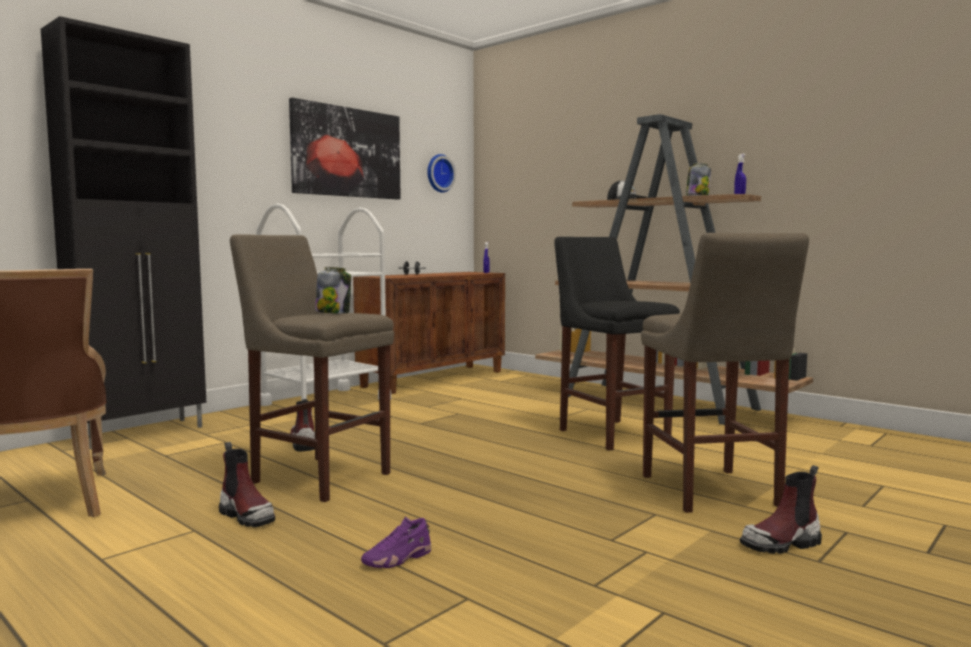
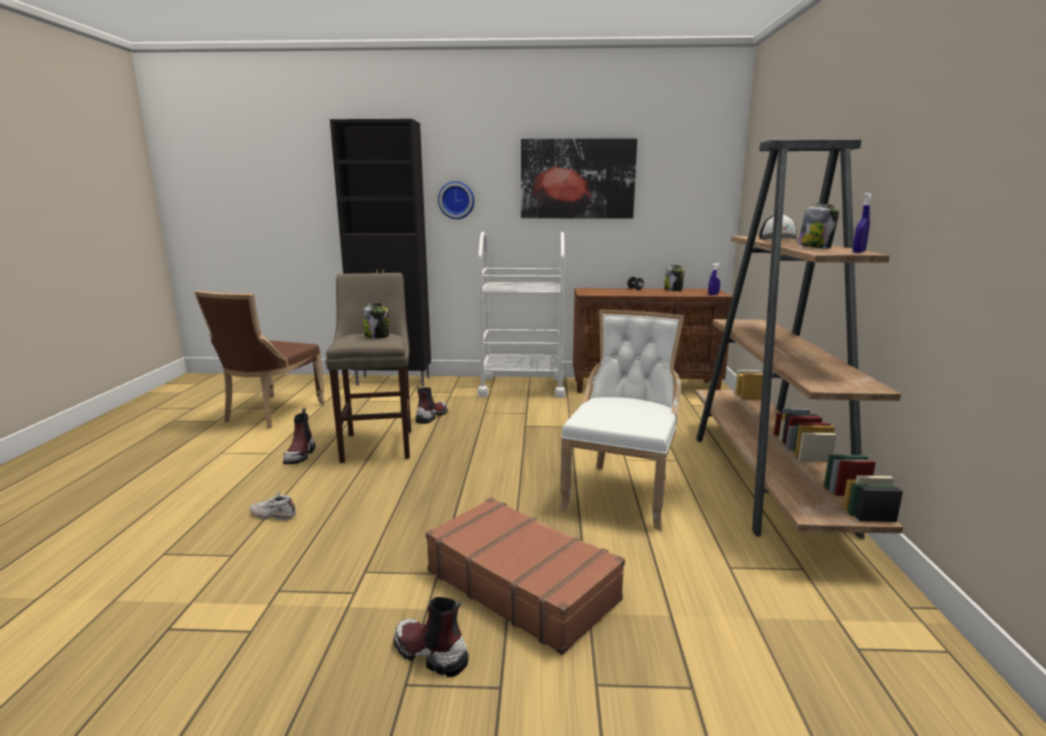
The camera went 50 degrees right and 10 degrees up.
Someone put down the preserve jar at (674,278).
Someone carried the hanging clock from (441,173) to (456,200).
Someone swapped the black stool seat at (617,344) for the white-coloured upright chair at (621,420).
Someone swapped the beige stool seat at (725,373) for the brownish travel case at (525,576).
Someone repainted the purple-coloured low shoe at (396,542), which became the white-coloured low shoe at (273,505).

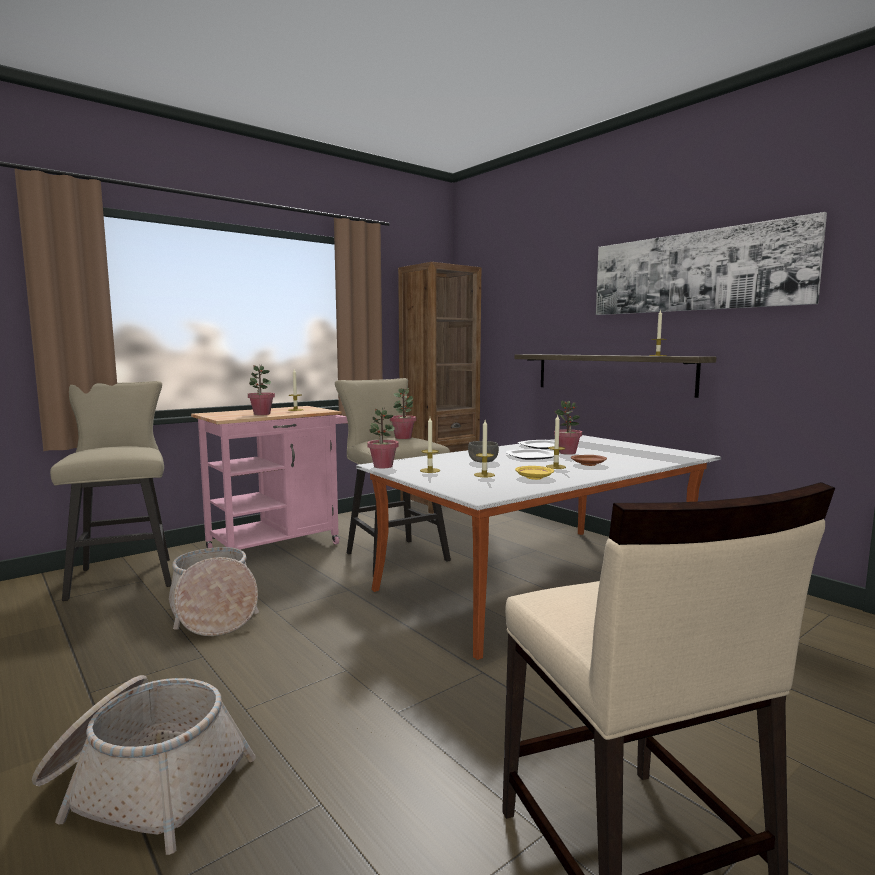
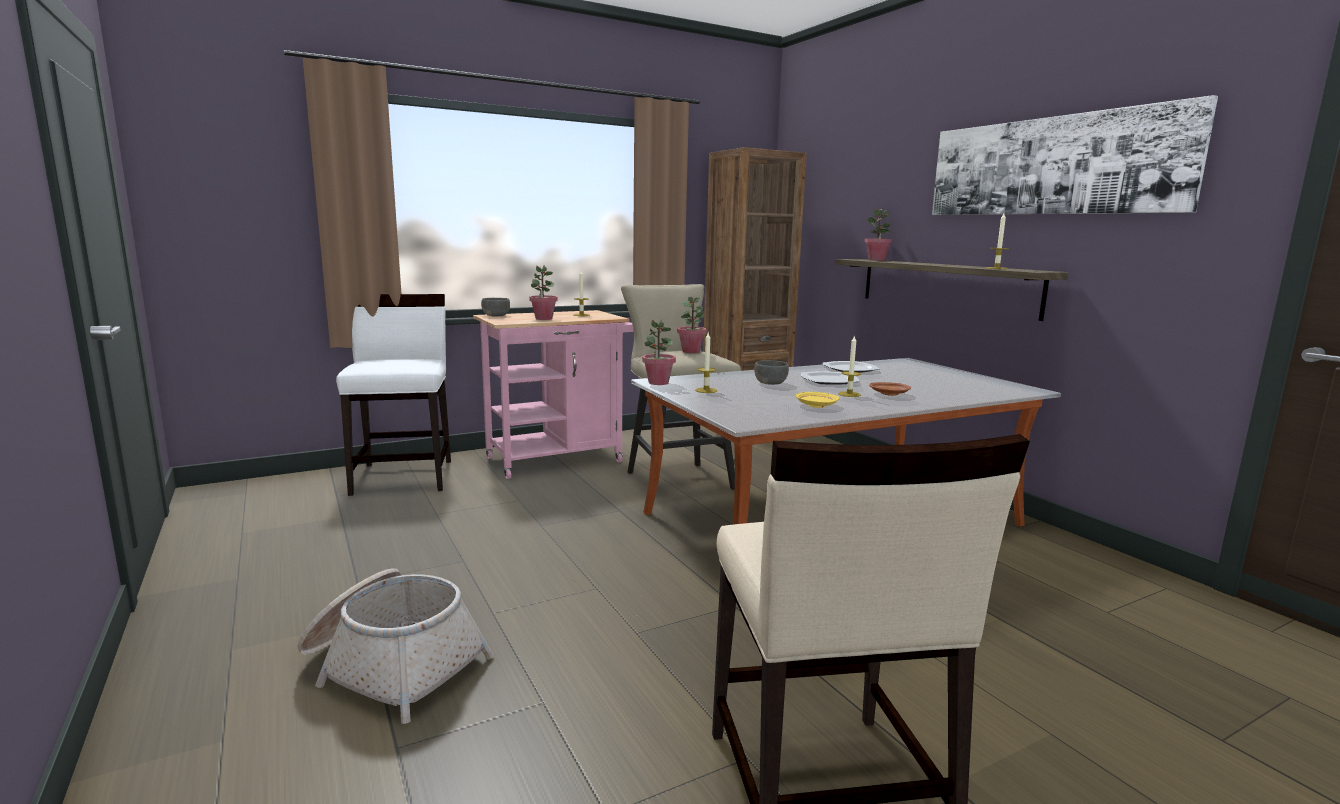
The camera went 10 degrees right and 5 degrees up.
Someone took away the basket at (214,591).
Someone took away the wax candle at (484,448).
Someone put down the grey serving bowl at (495,307).
Someone carried the plant in a pot from (568,428) to (878,235).
Someone swapped the beige stool seat at (111,491) for the white-coloured upright chair at (393,395).

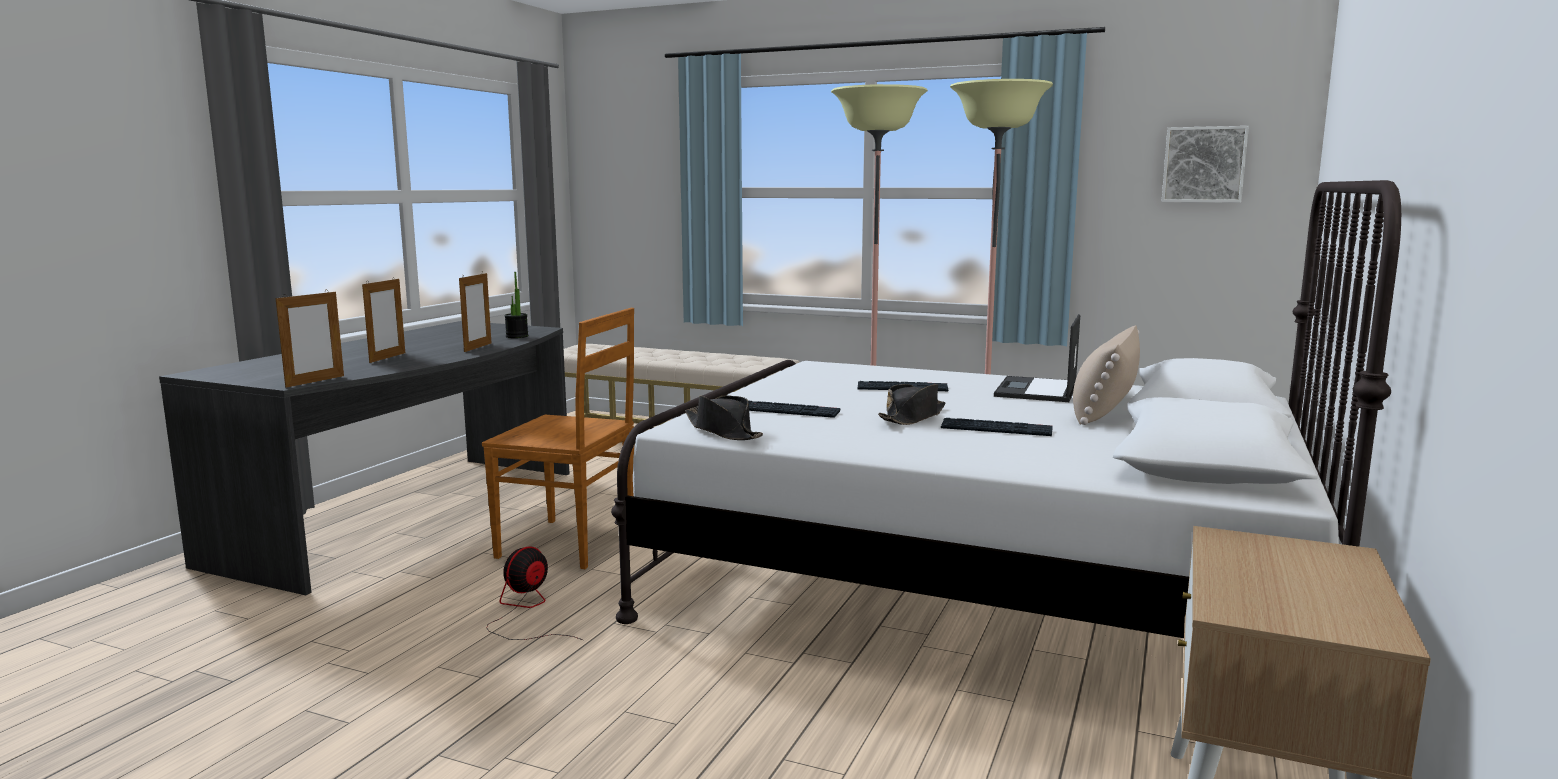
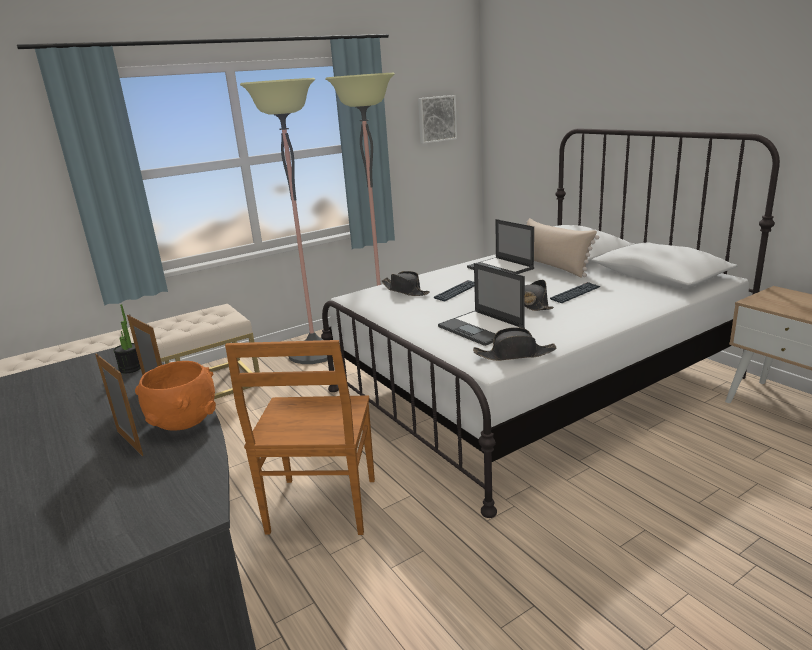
The camera went 55 degrees left and 10 degrees up.
Someone took away the picture frame at (310,340).
Someone took away the cooling fan at (535,593).
Someone put down the orange-coloured serving bowl at (175,396).
Someone put down the black wearable hat at (406,283).
Someone swapped the computer keyboard at (794,409) for the portable computer at (481,304).
Someone rotated the brownish upright chair at (558,438) by 135 degrees clockwise.

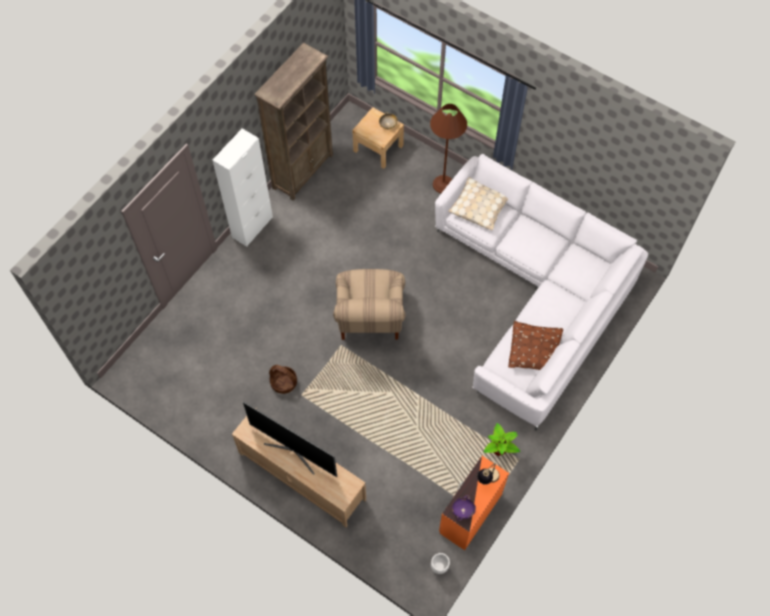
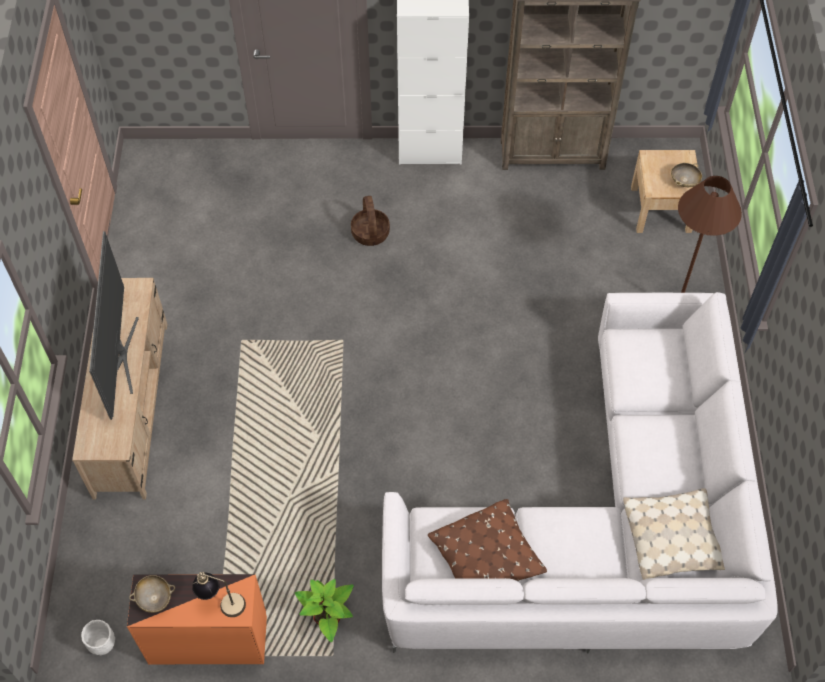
The camera went 55 degrees right and 5 degrees down.
Someone took away the beige armchair at (369,304).
Someone carried the basket from (283,379) to (370,221).
Someone carried the beige pillow from (478,203) to (674,534).
Someone repainted the purple-coloured serving bowl at (464,508), which became the beige serving bowl at (152,594).

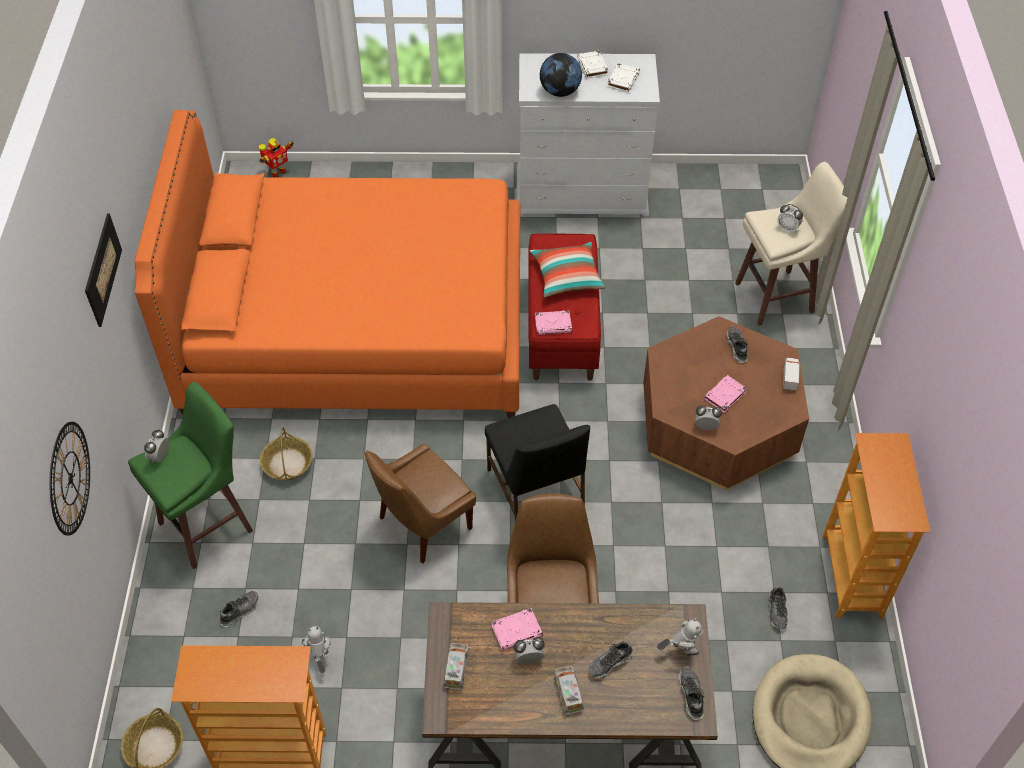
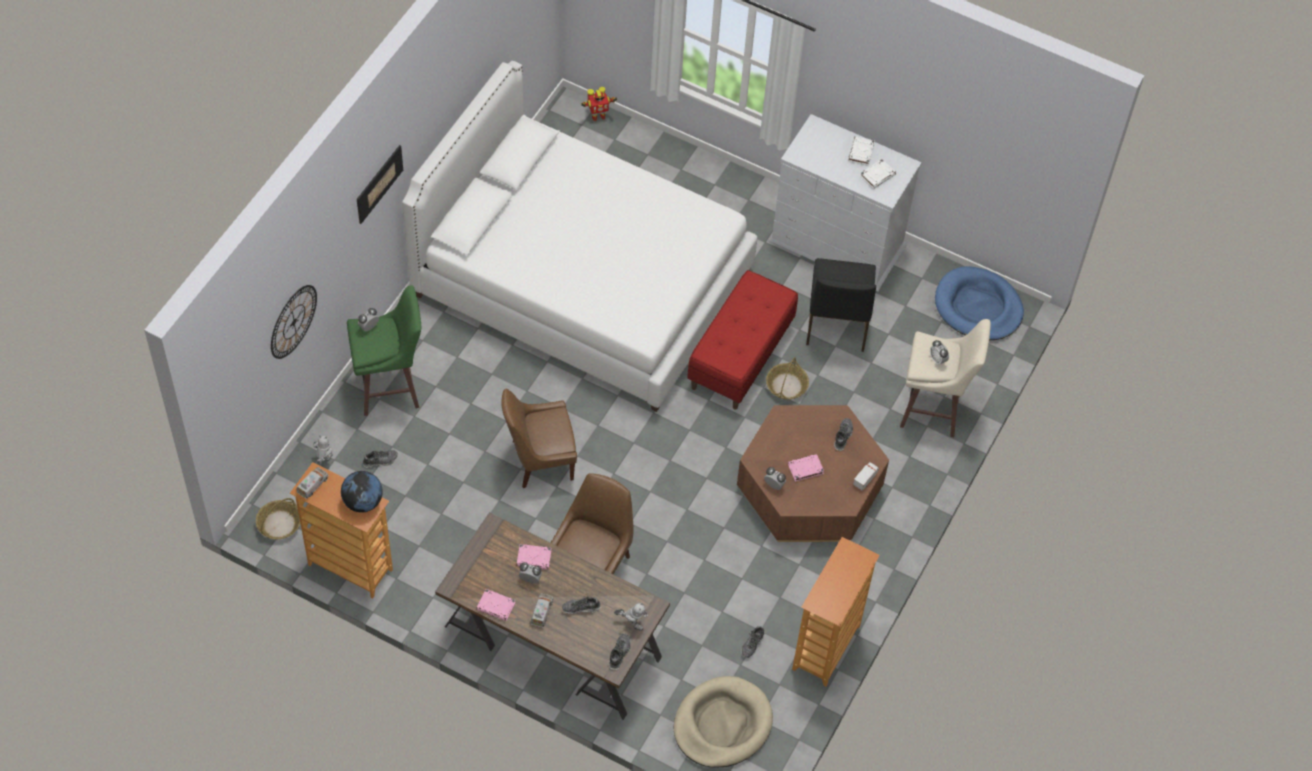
The camera went 25 degrees right and 5 degrees up.
Someone took away the pillow at (568,270).
Someone put down the blue-coloured dog cushion at (979,303).
Someone carried the basket from (286,453) to (787,378).
Someone carried the robot figure from (316,649) to (323,450).
Someone carried the model truck from (456,666) to (312,483).
Someone carried the black upright chair from (537,462) to (841,305).
Someone carried the pink-coloured bound book from (553,322) to (496,605).
Someone carried the desk globe from (561,75) to (362,492).
Someone repainted the orange-coloured bed at (327,264), which became the white-coloured bed at (580,236).

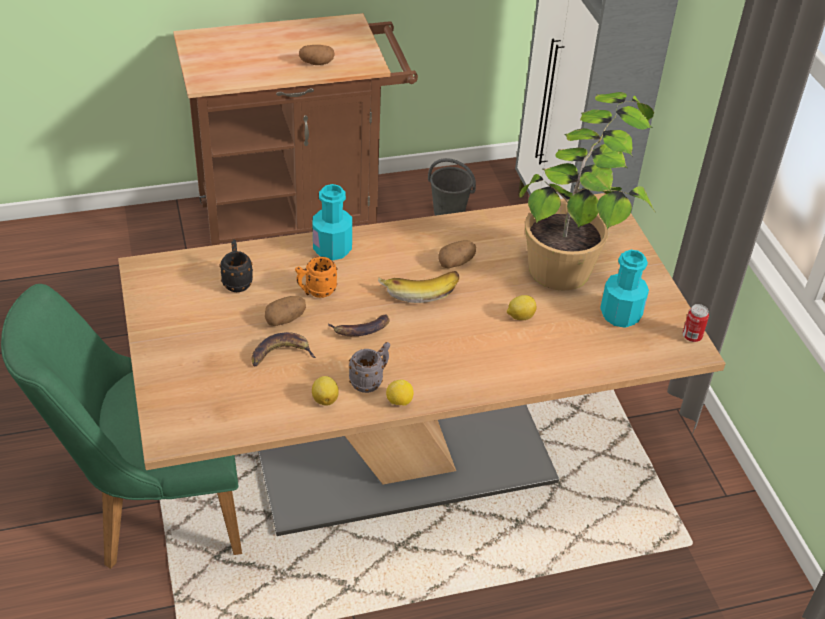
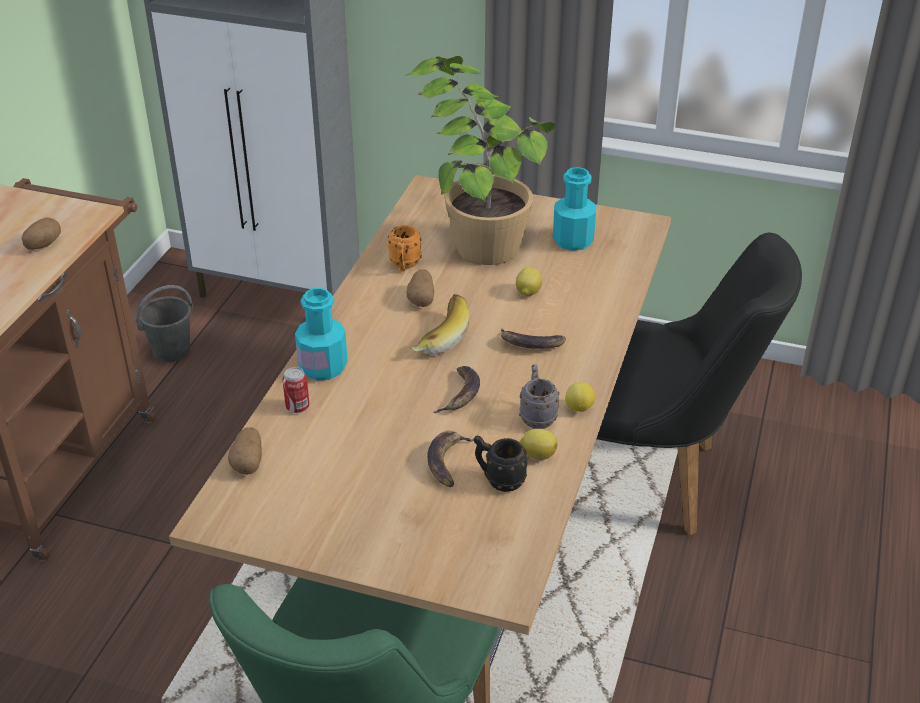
The camera went 55 degrees left and 5 degrees down.
Someone put down the whole banana at (533,338).
Someone put down the black upright chair at (699,384).
Someone carried the black tea mug from (236,266) to (501,464).
Someone carried the whole potato from (285,311) to (245,451).
Someone carried the orange-coloured tea mug from (316,277) to (405,248).
Someone carried the metal can from (695,323) to (295,390).

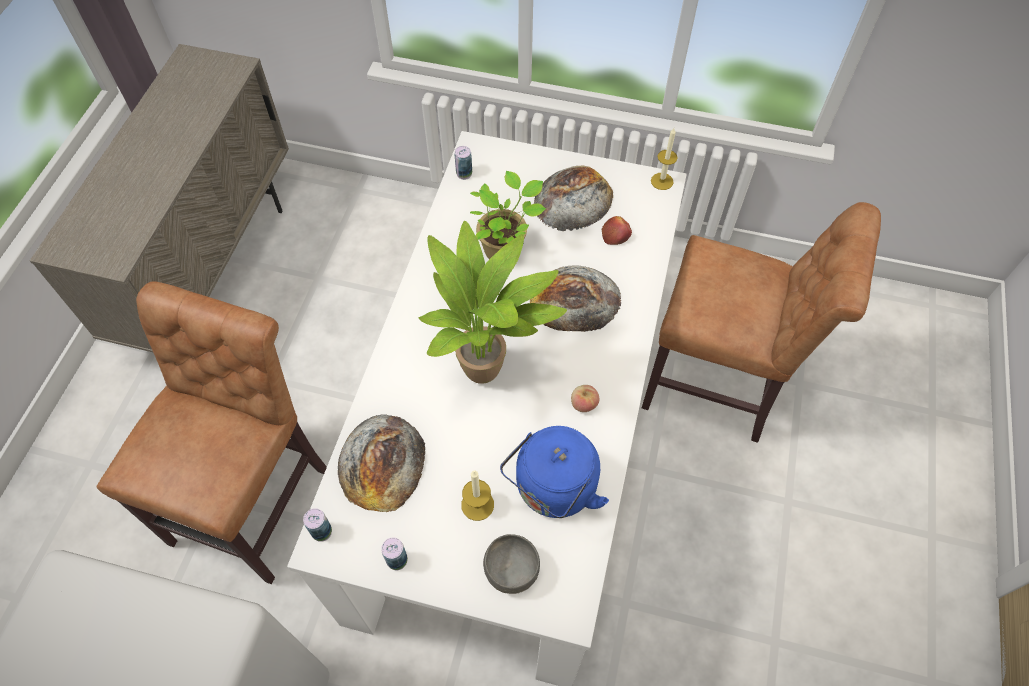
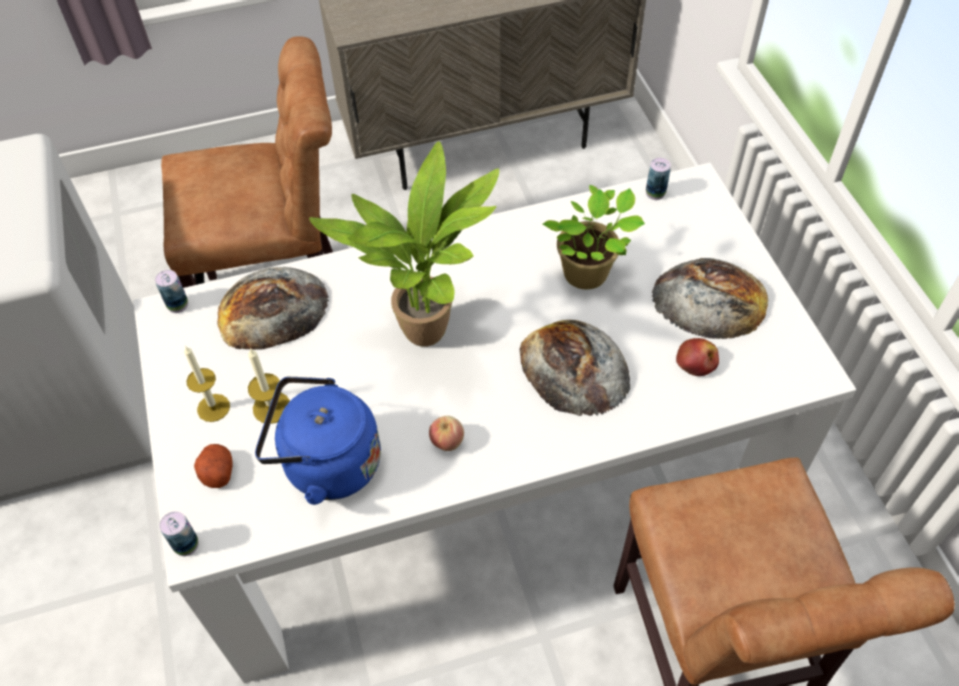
The camera went 60 degrees right and 5 degrees down.
Someone carried the metal can from (394,554) to (179,533).
Someone carried the wax candle from (664,159) to (207,384).
Someone swapped the grey serving bowl at (511,564) for the whole potato at (213,466).

